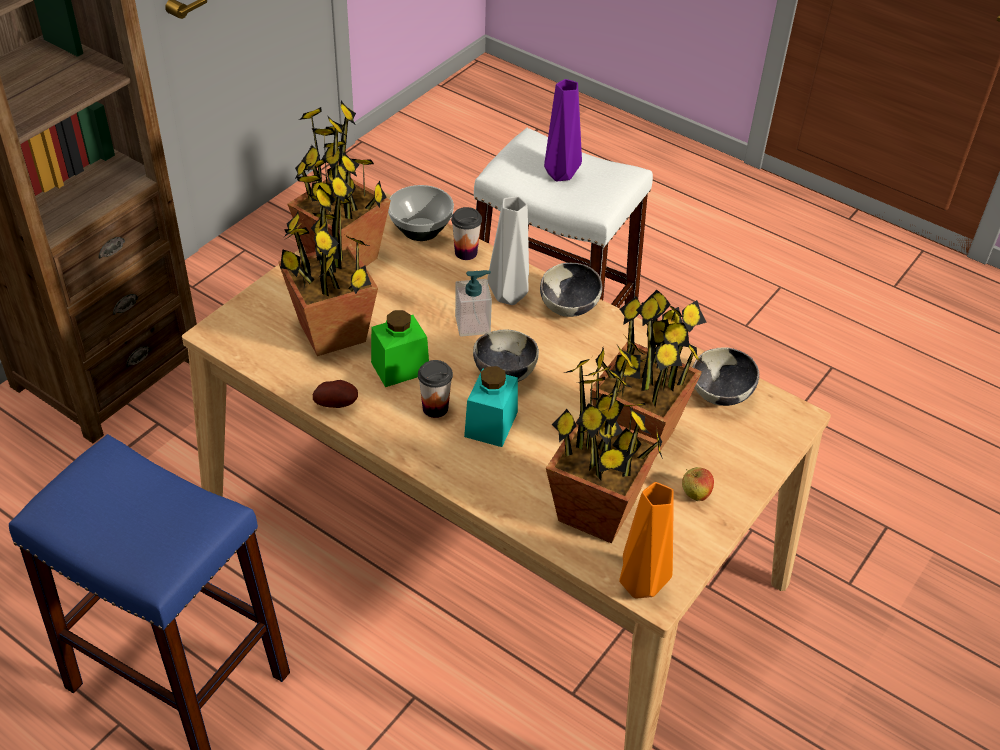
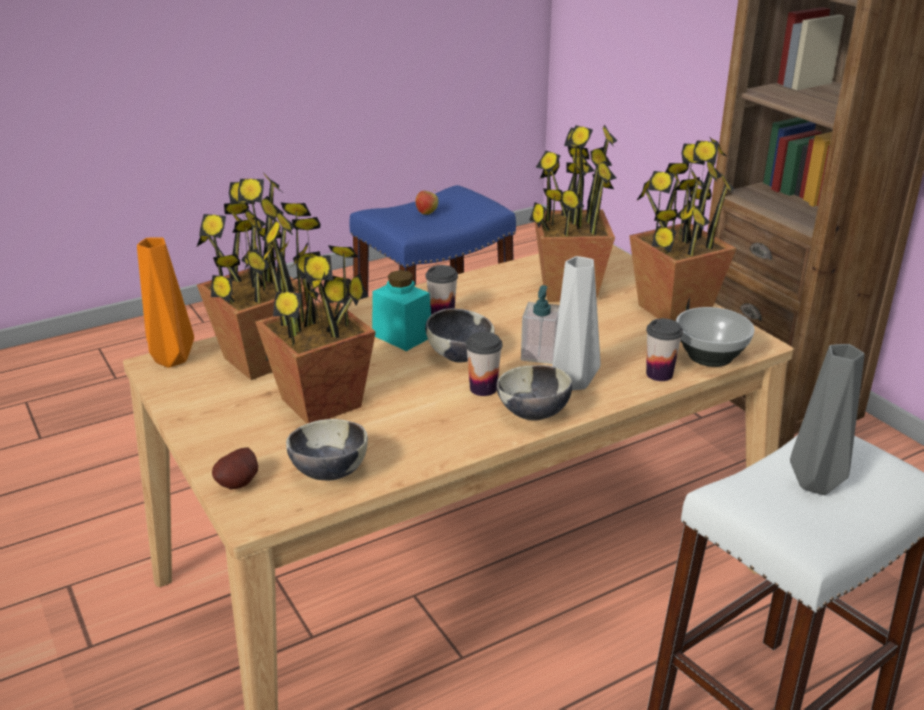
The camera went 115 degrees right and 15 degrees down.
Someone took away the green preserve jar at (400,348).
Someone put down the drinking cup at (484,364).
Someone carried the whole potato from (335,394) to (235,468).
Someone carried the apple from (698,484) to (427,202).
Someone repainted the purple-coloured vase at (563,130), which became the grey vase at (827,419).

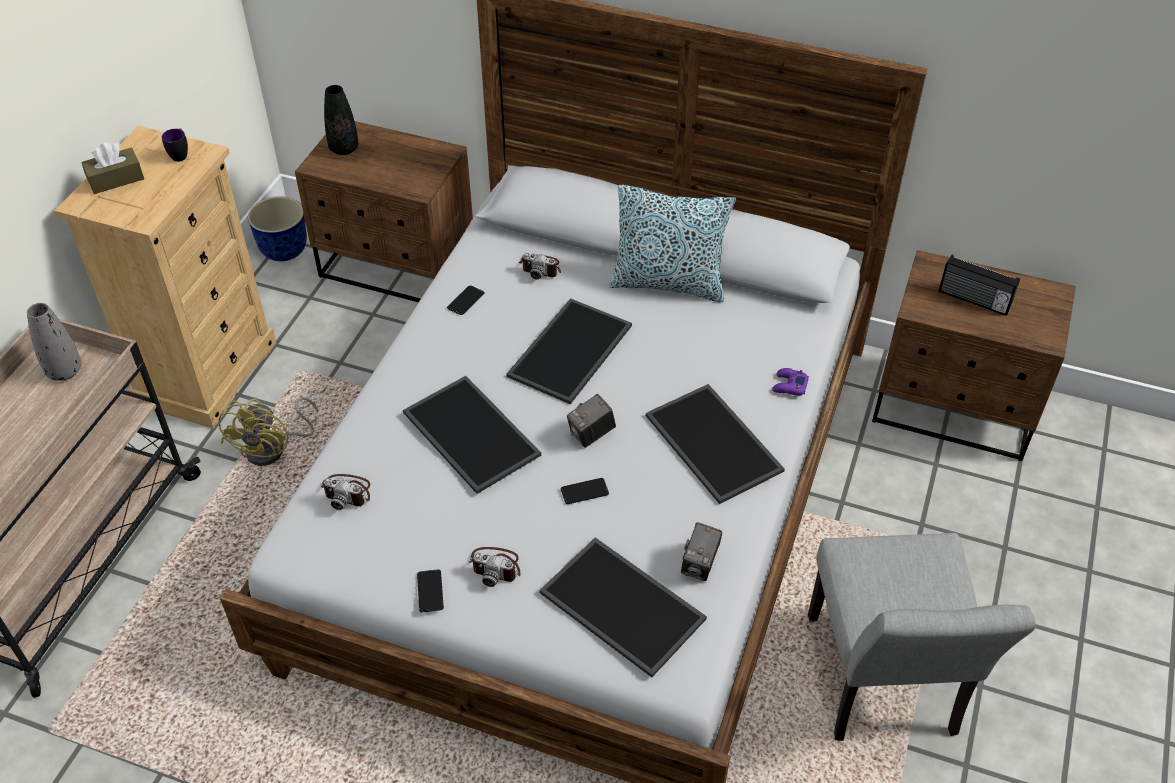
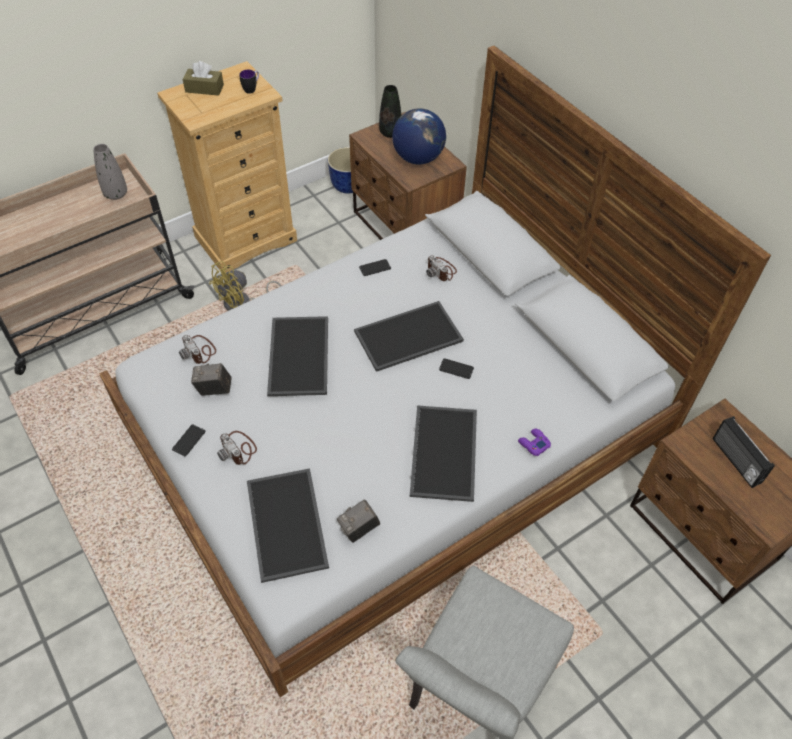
The camera went 35 degrees right and 5 degrees up.
Someone took away the pillow at (672,243).
Someone put down the desk globe at (419,136).
Someone carried the phone from (585,491) to (456,369).
Someone carried the photo camera from (591,421) to (211,379).

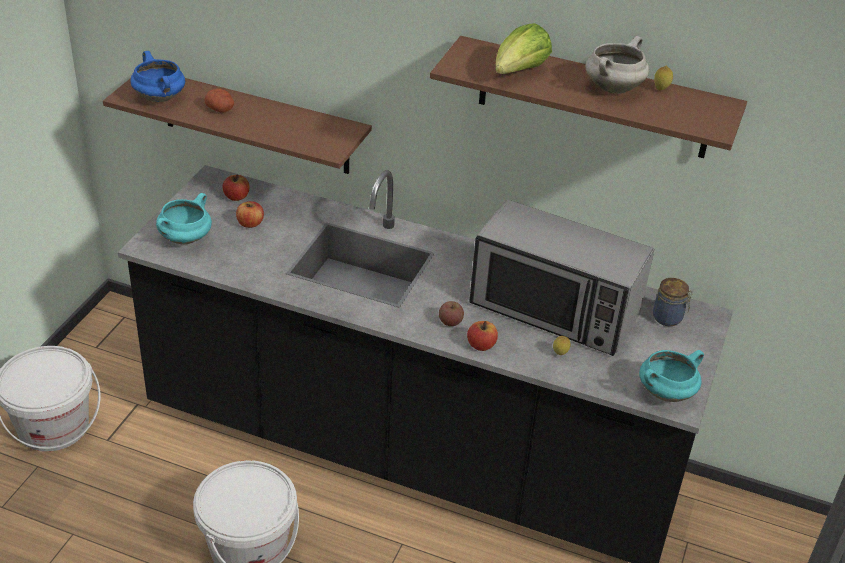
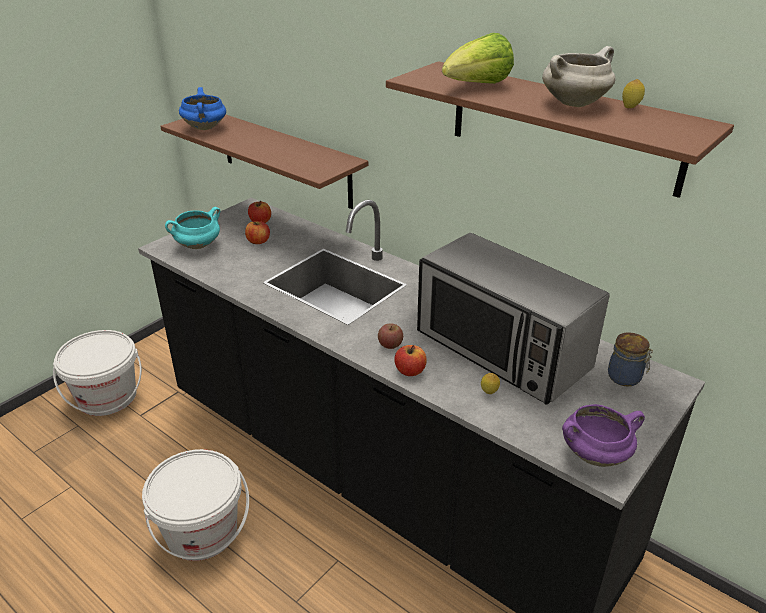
The camera went 20 degrees right and 5 degrees down.
Someone took away the whole potato at (219,100).
Someone repainted the blue-green stockpot at (671,376), which became the purple-coloured stockpot at (603,435).

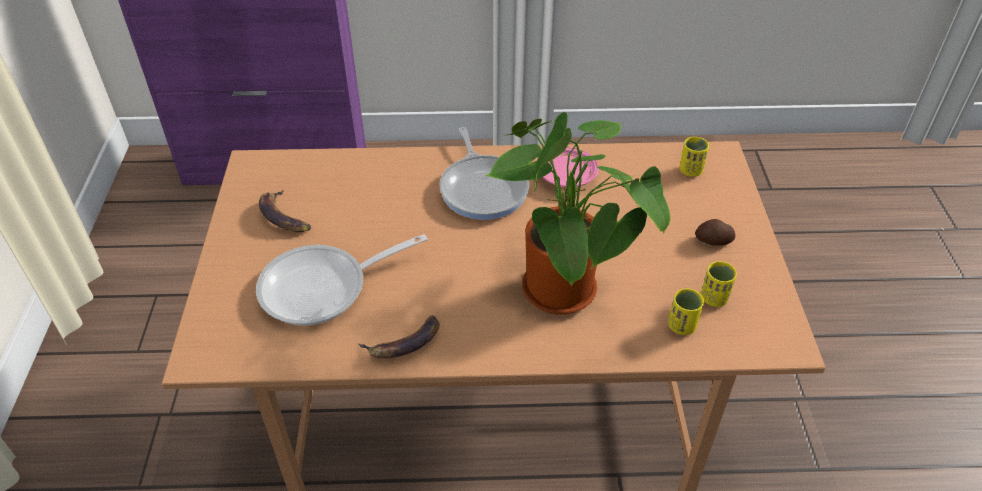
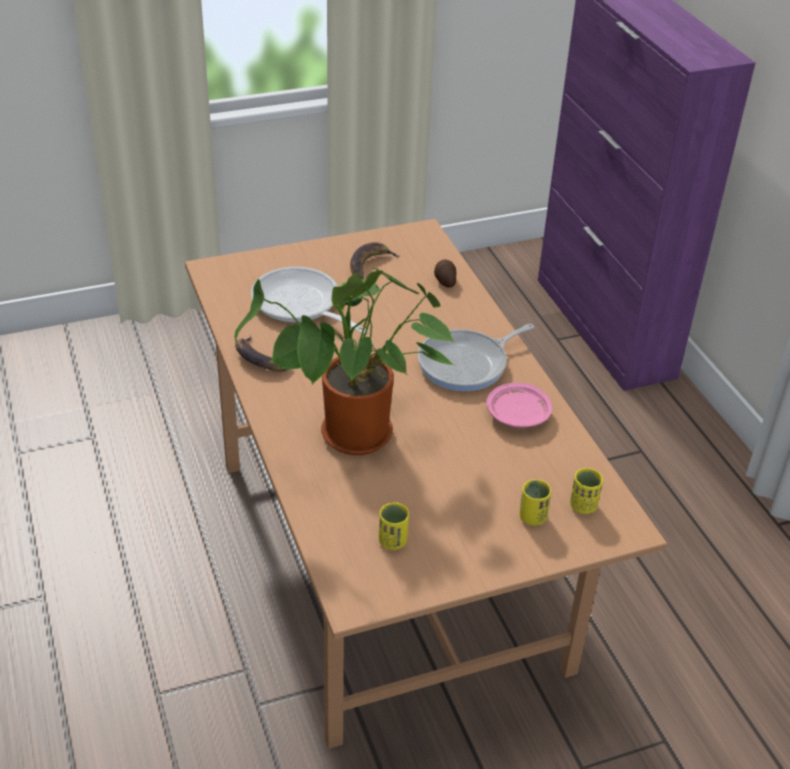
The camera went 70 degrees right and 5 degrees down.
Someone carried the yellow drinking cup from (686,312) to (535,502).
Someone carried the whole potato from (715,232) to (445,273).

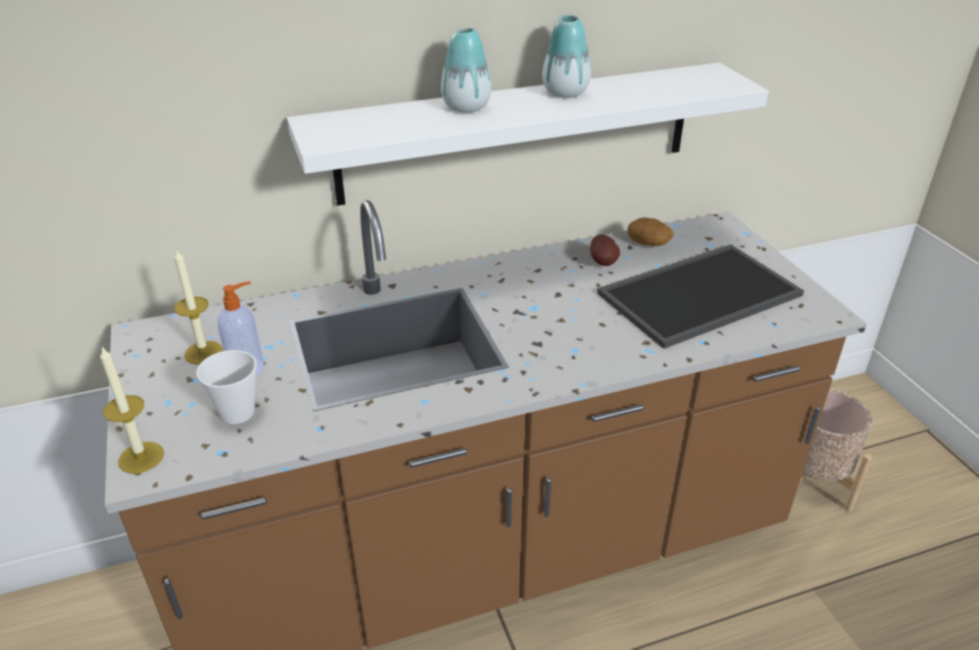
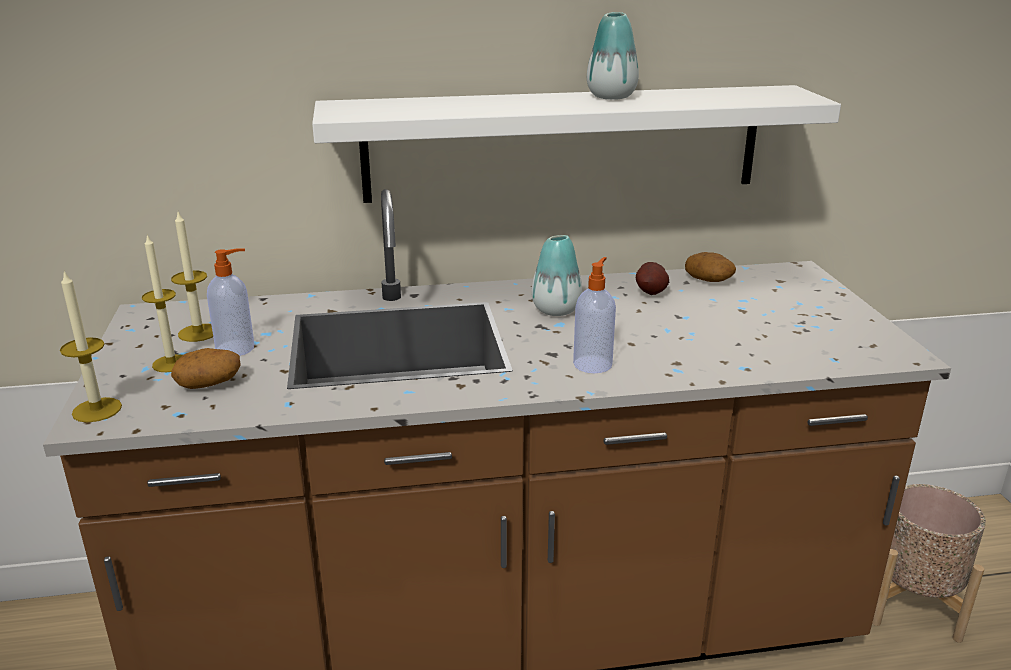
The camera went 10 degrees right and 10 degrees down.
Someone took away the carrying tray at (700,296).
Someone put down the wax candle at (162,303).
Someone put down the soap dispenser at (594,315).
Someone carried the vase from (466,70) to (556,275).
Someone swapped the drinking cup at (226,387) for the whole potato at (206,368).

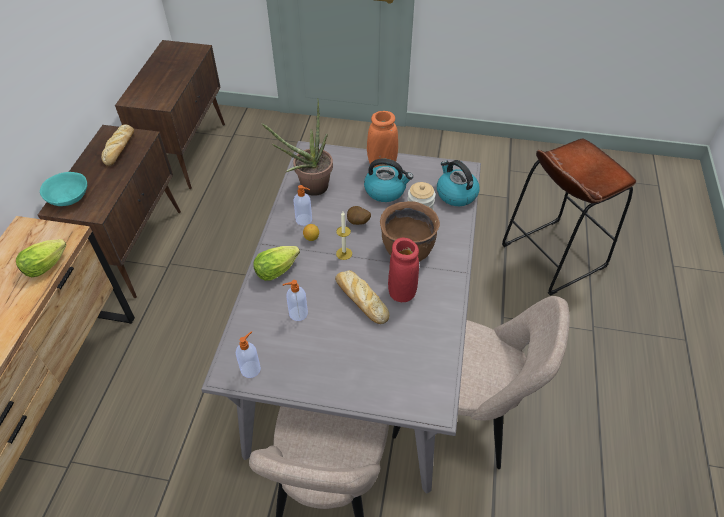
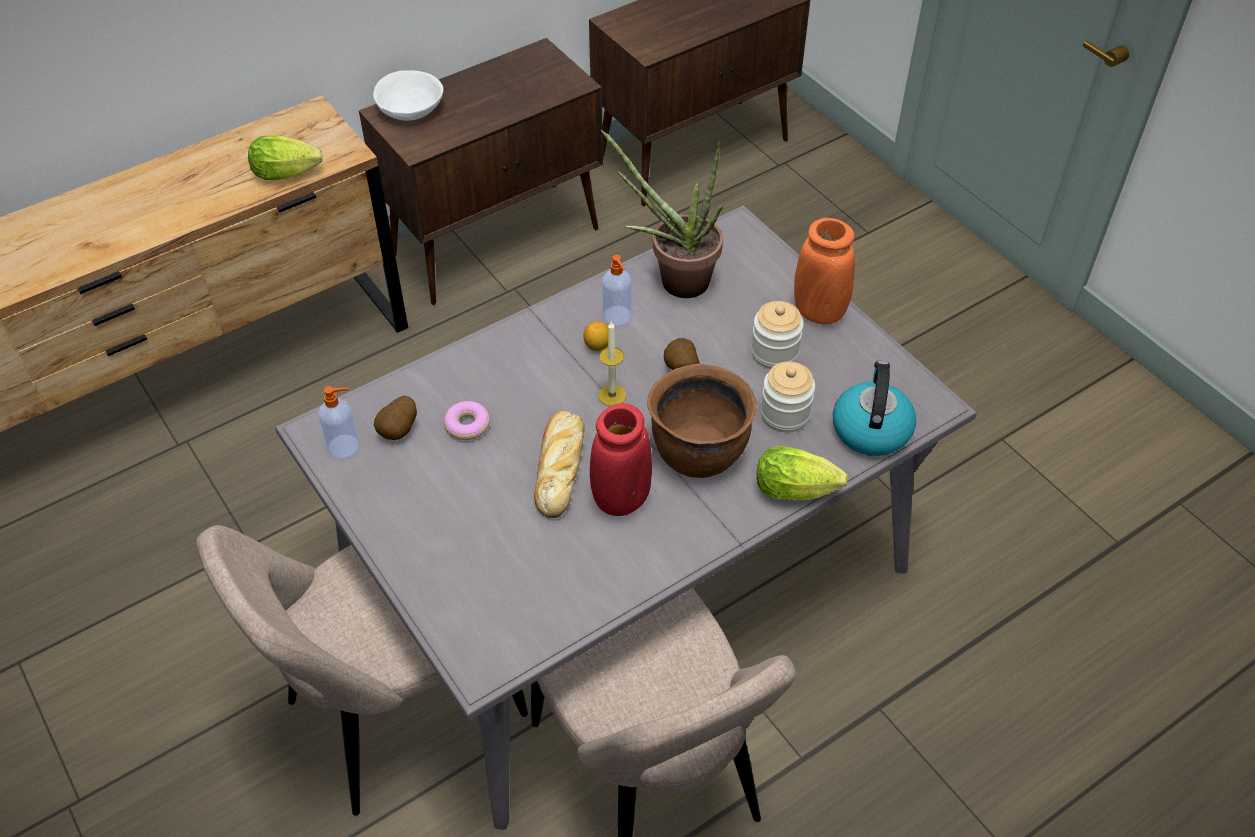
The camera went 45 degrees right and 0 degrees up.
Someone took away the baked bread at (117,145).
Someone took away the brownish stool seat at (569,217).
Someone put down the whole potato at (395,418).
Someone carried the lettuce from (276,263) to (802,473).
Someone swapped the soap dispenser at (295,300) for the ring doughnut at (467,420).
Someone swapped the kettle at (388,180) for the preserve jar at (777,335).
Someone repainted the blue-green serving bowl at (63,189), which became the white-coloured serving bowl at (408,95).

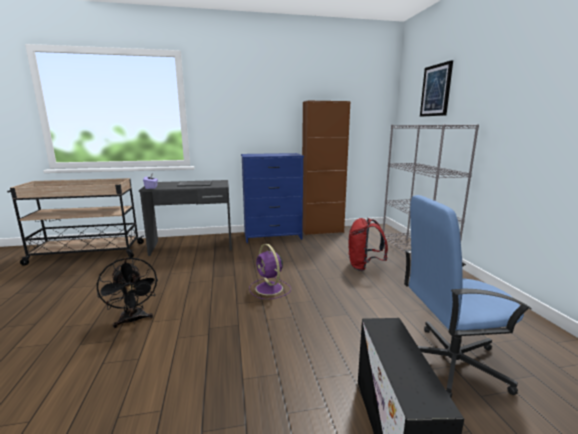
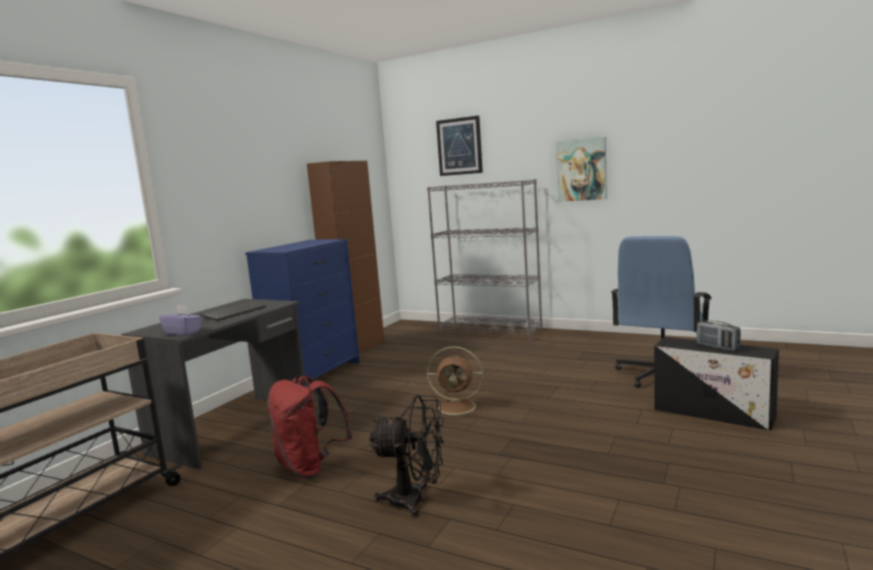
The camera went 50 degrees left and 5 degrees down.
Someone put up the picture at (581,169).
Someone put down the radio receiver at (719,336).
Someone carried the red backpack from (368,244) to (309,427).
Someone repainted the purple-coloured cooling fan at (270,271), which became the brownish cooling fan at (456,382).

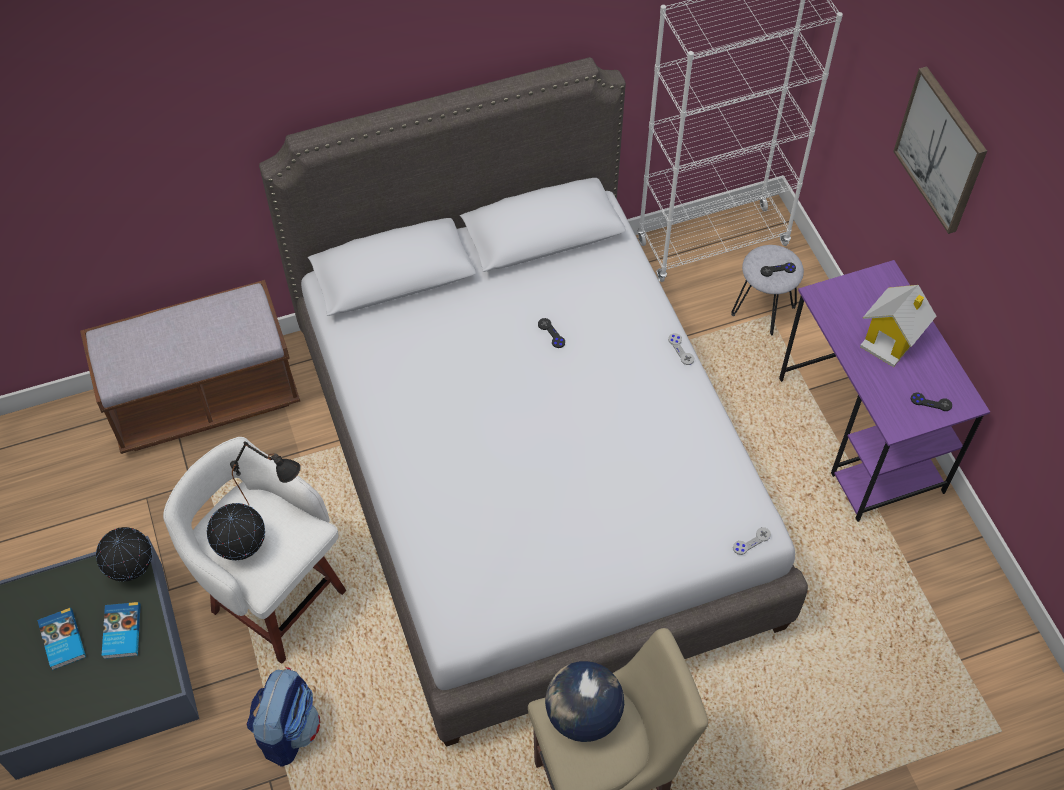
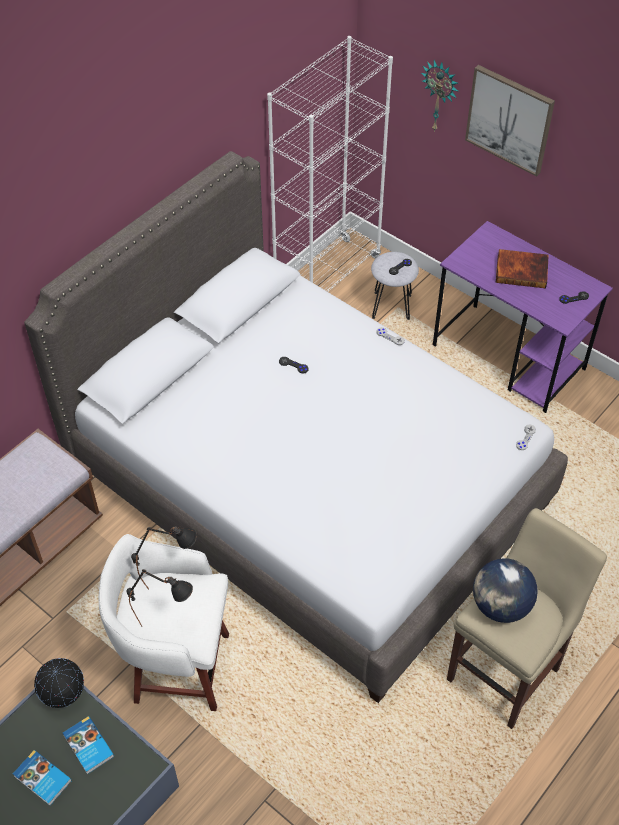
The camera went 30 degrees left and 5 degrees down.
Someone took away the backpack at (283,717).
Someone put up the hanging clock at (440,96).
Someone swapped the desk globe at (236,532) for the black table lamp at (159,597).
Someone swapped the miniature house at (898,326) for the bound book at (522,268).

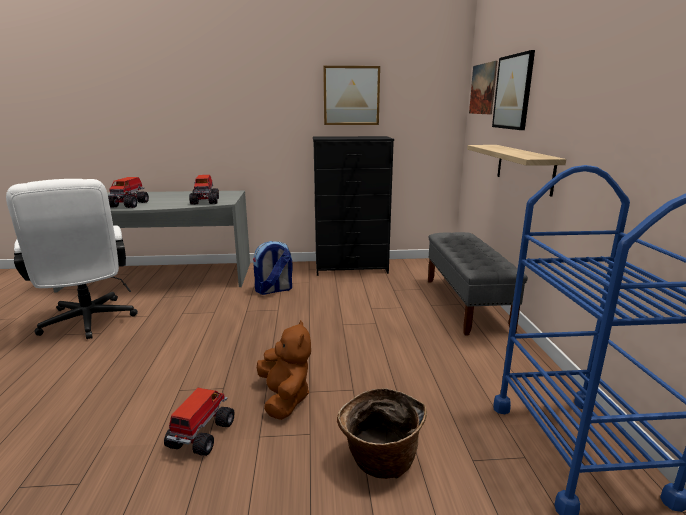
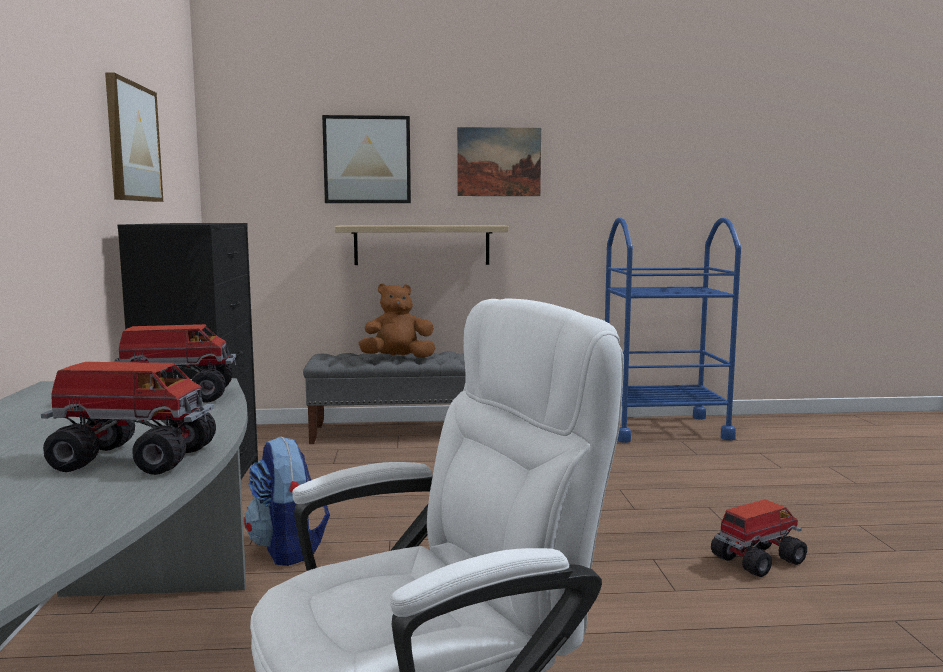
The camera went 90 degrees left and 10 degrees down.
Someone took away the basket at (382,433).
Someone carried the brownish plush toy from (284,370) to (397,320).
Someone carried the picture from (483,88) to (499,161).
Someone rotated the model truck at (199,422) by 135 degrees clockwise.

